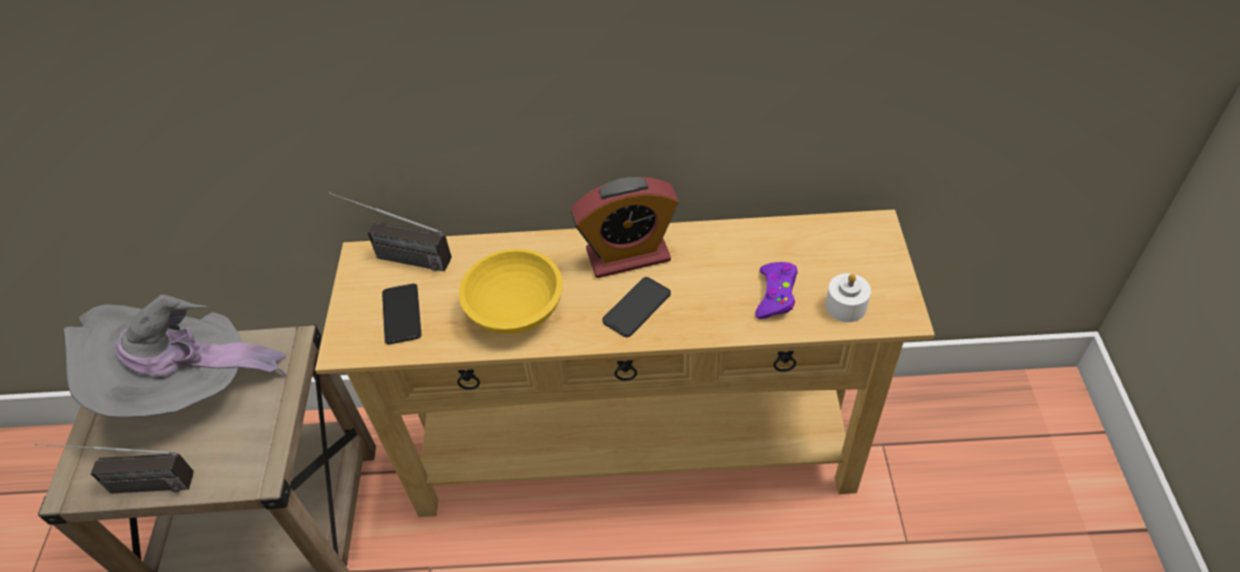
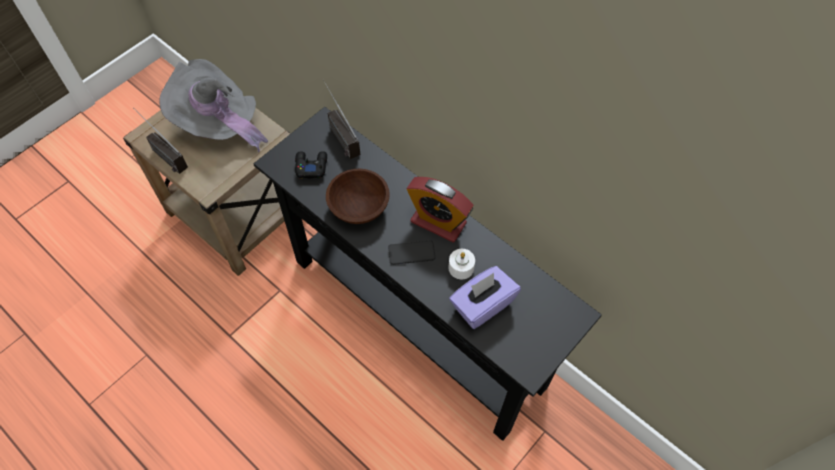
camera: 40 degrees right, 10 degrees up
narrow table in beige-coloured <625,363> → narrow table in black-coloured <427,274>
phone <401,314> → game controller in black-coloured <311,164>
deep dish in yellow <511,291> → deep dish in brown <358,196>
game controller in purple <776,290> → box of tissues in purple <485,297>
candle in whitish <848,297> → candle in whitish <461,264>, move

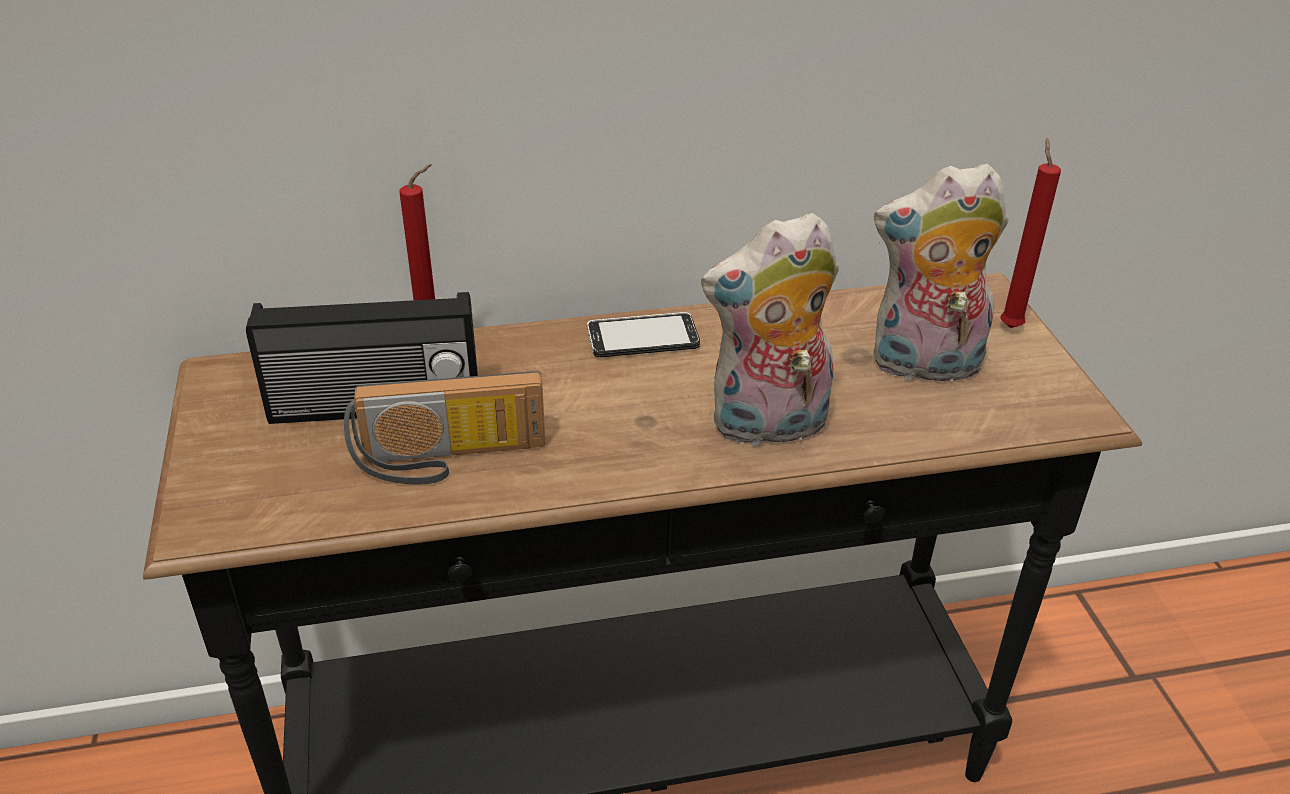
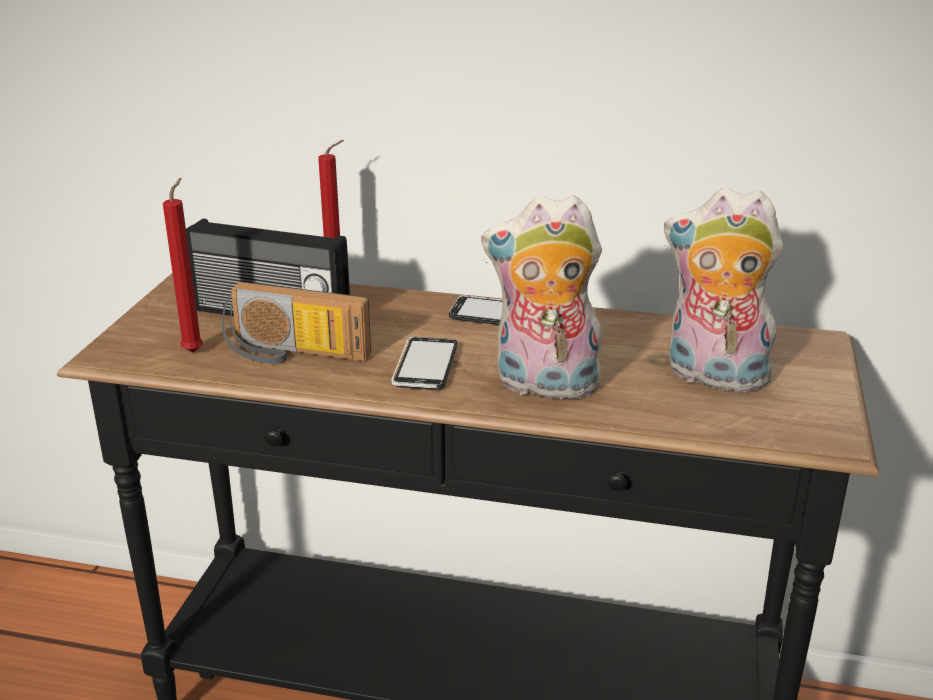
camera: 25 degrees right, 10 degrees down
candle in red <1030,233> → candle in red <183,265>, move
- → phone <424,363>

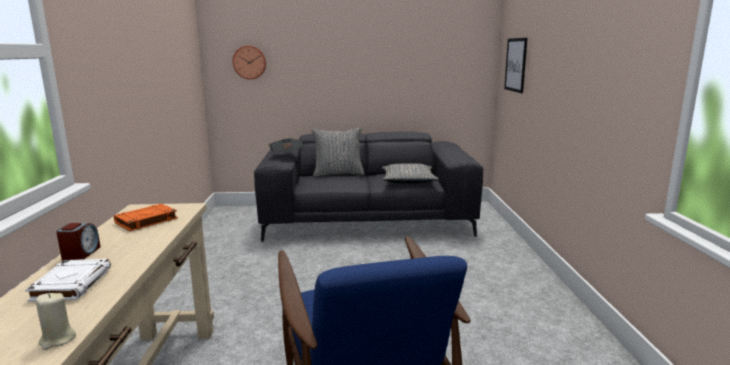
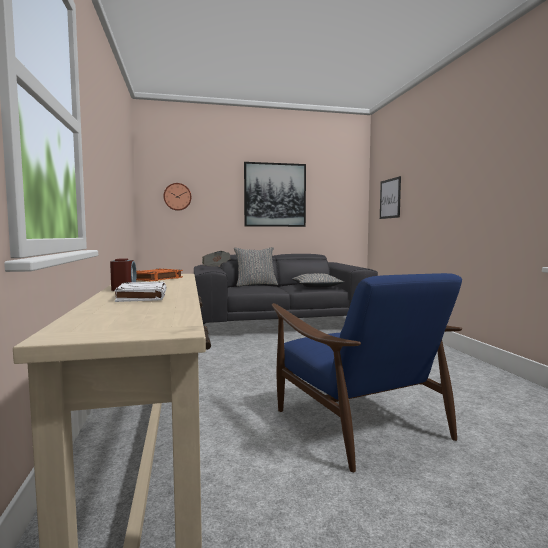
camera: 10 degrees left, 10 degrees down
candle in beige-coloured <56,321> → -
- → picture <275,194>

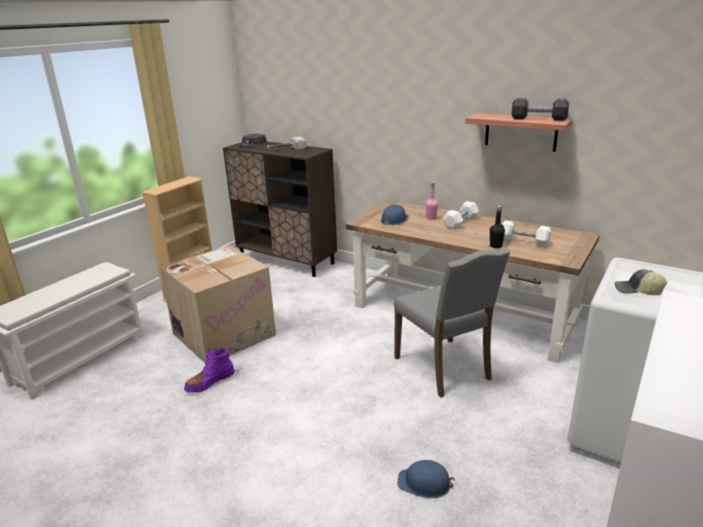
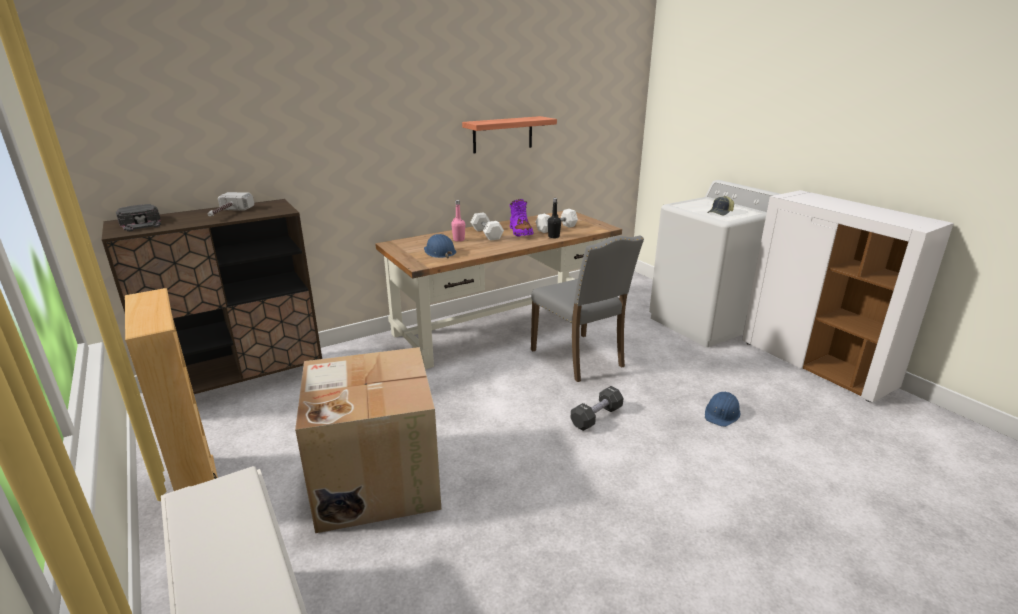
camera: 65 degrees left, 0 degrees up
boot in purple <209,370> → boot in purple <522,217>, move
upright chair in grey <452,323> → upright chair in grey <587,308>, 60 degrees clockwise
dumbbell in black-coloured <540,109> → dumbbell in black-coloured <597,408>, move

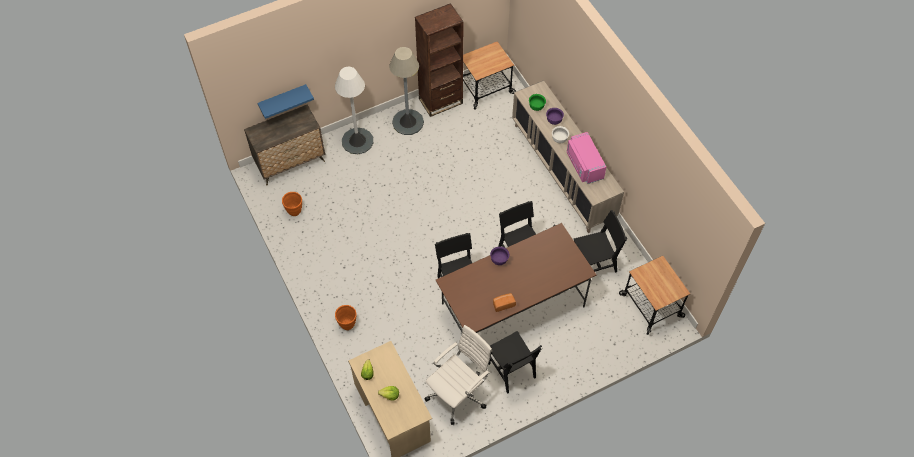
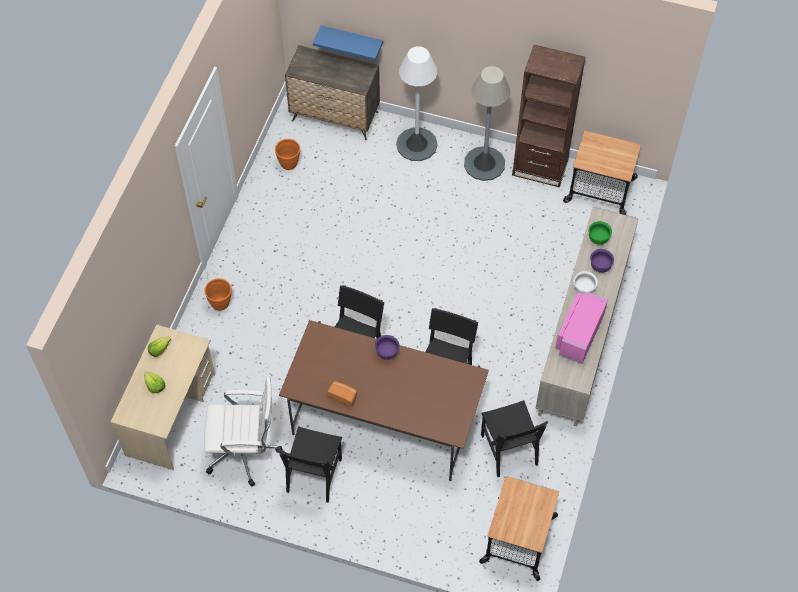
camera: 45 degrees right, 0 degrees up
upright chair in black-coloured <600,241> → upright chair in black-coloured <514,438>, 45 degrees clockwise

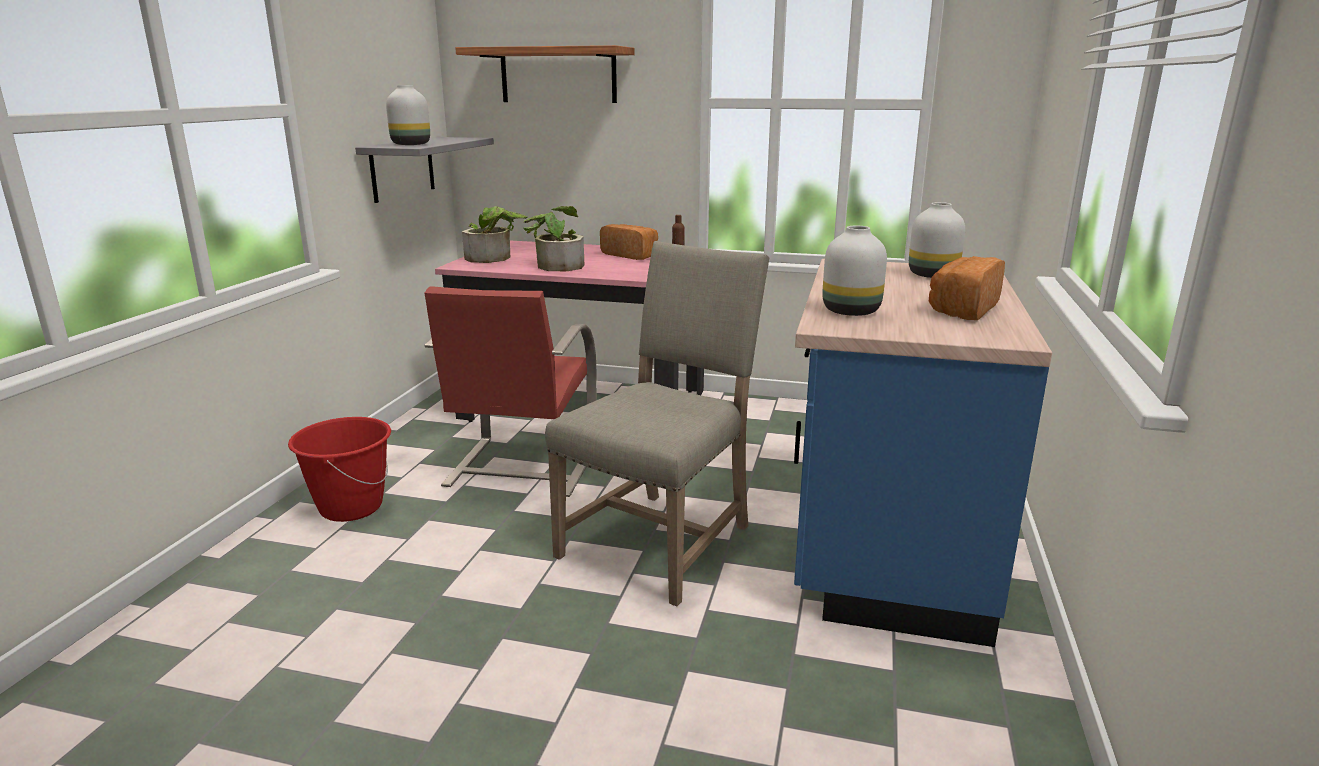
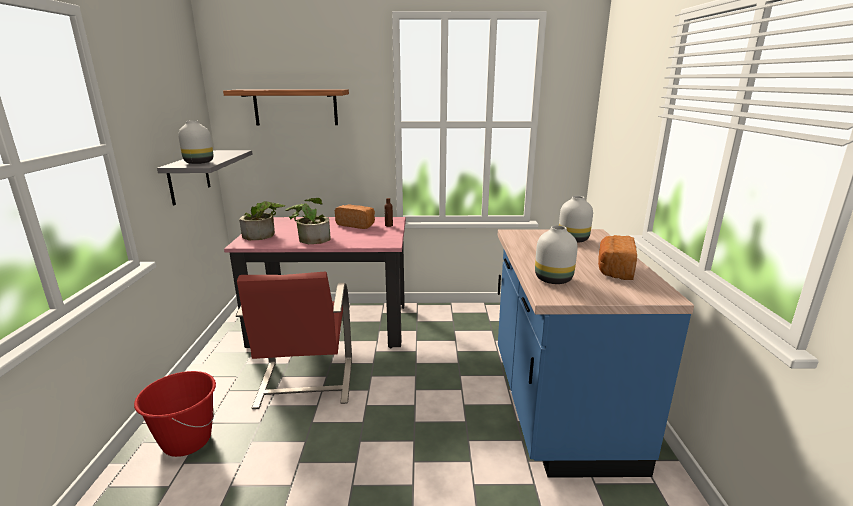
camera: 15 degrees left, 0 degrees up
upright chair in beige-coloured <657,423> → -

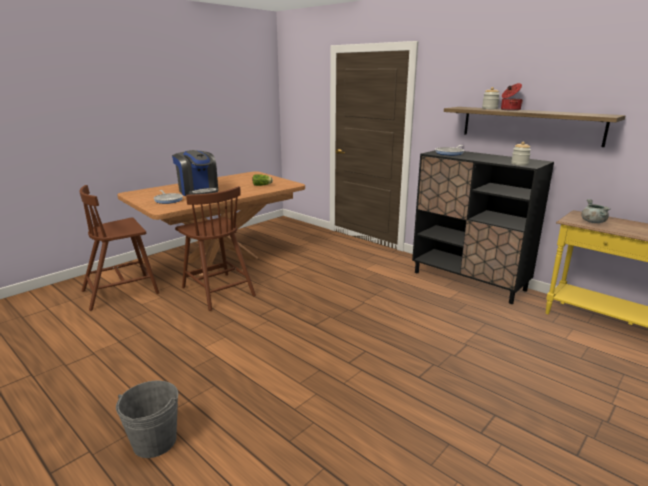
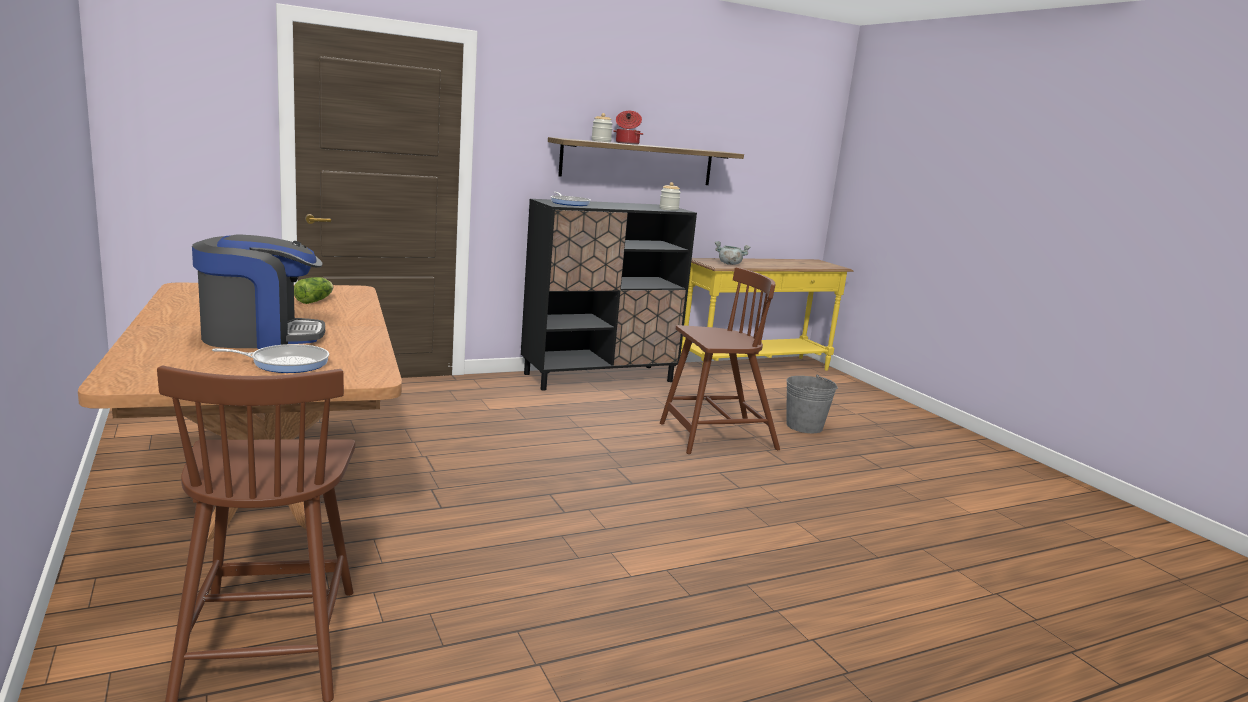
camera: 70 degrees left, 5 degrees down
bucket in grey <147,419> → bucket in grey <812,404>, move
upright chair in brown <215,248> → upright chair in brown <720,360>, move

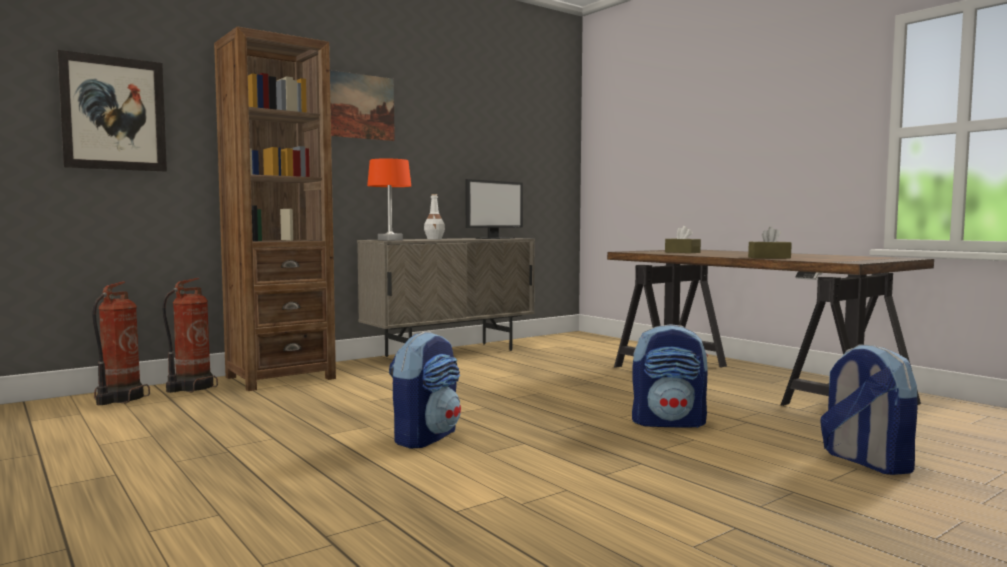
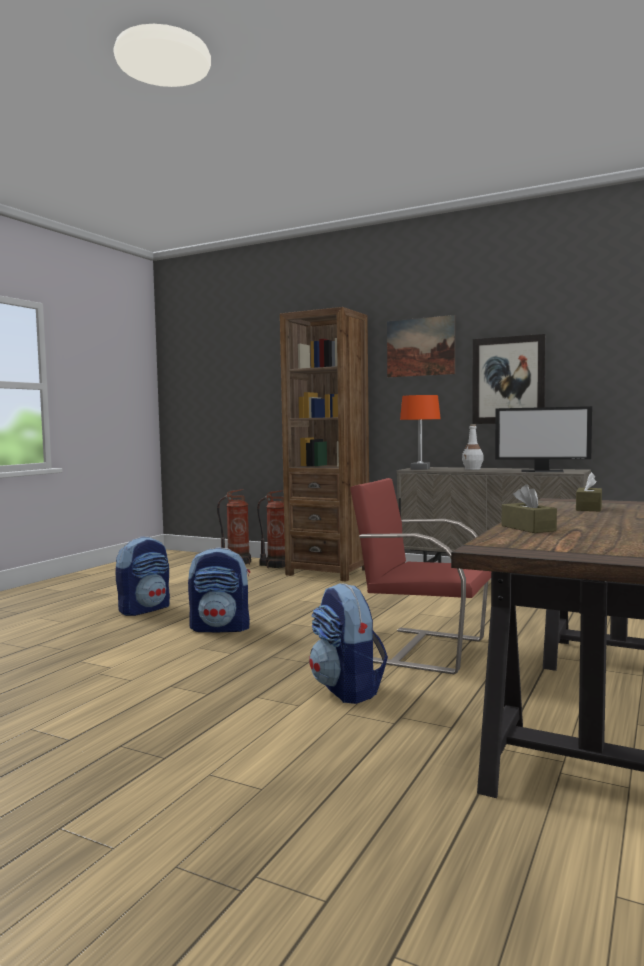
camera: 65 degrees right, 0 degrees up
picture <112,111> → picture <509,379>, move
knapsack <869,409> → knapsack <142,576>, move
- → upright chair in red <420,576>

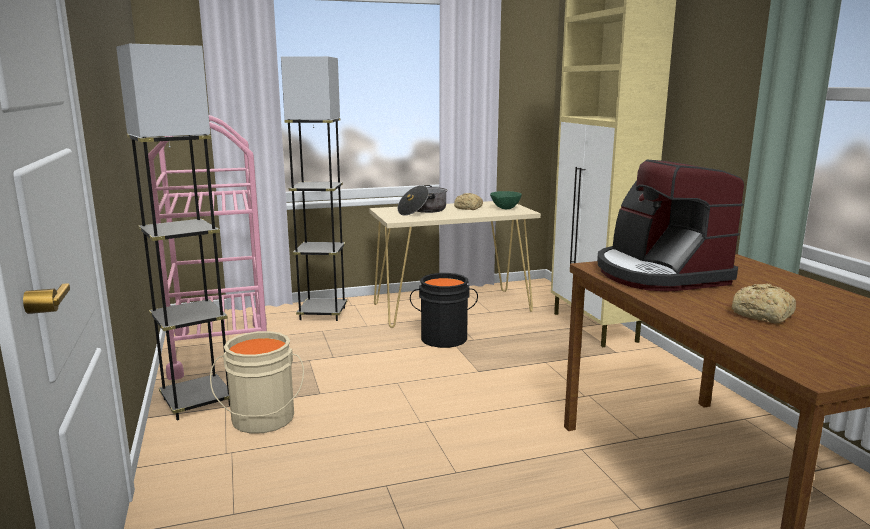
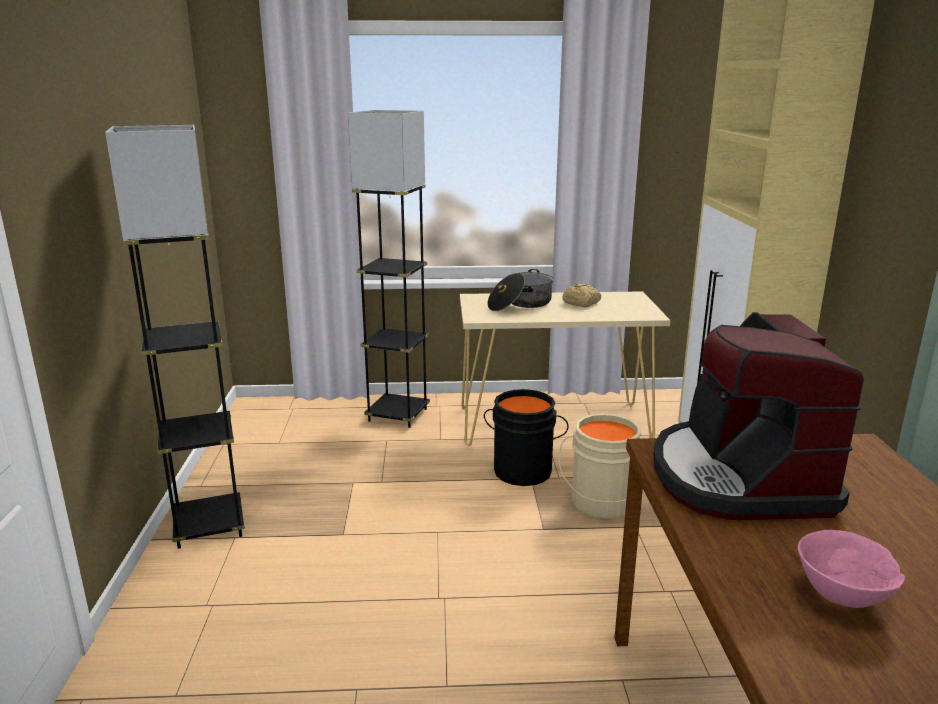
camera: 15 degrees right, 5 degrees up
trolley in pink <207,247> → -
bucket in beige-coloured <257,382> → bucket in beige-coloured <600,466>, move
deep dish in greenish <506,200> → -
bakery bread <764,303> → deep dish in pink <851,569>

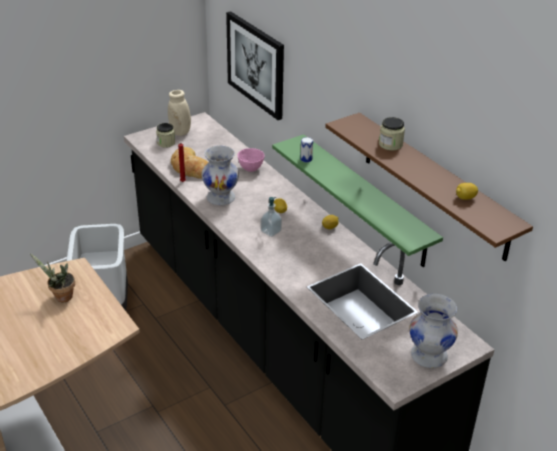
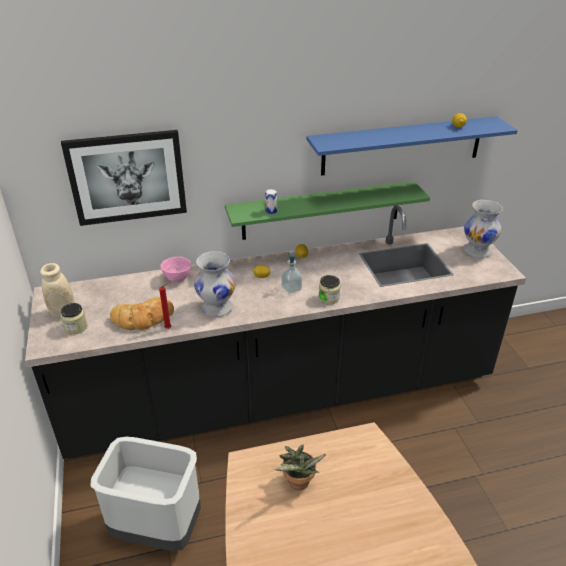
camera: 70 degrees left, 0 degrees up
bracket shelf in brown <429,187> → bracket shelf in blue-coloured <412,146>
jar <392,134> → jar <329,290>, move

